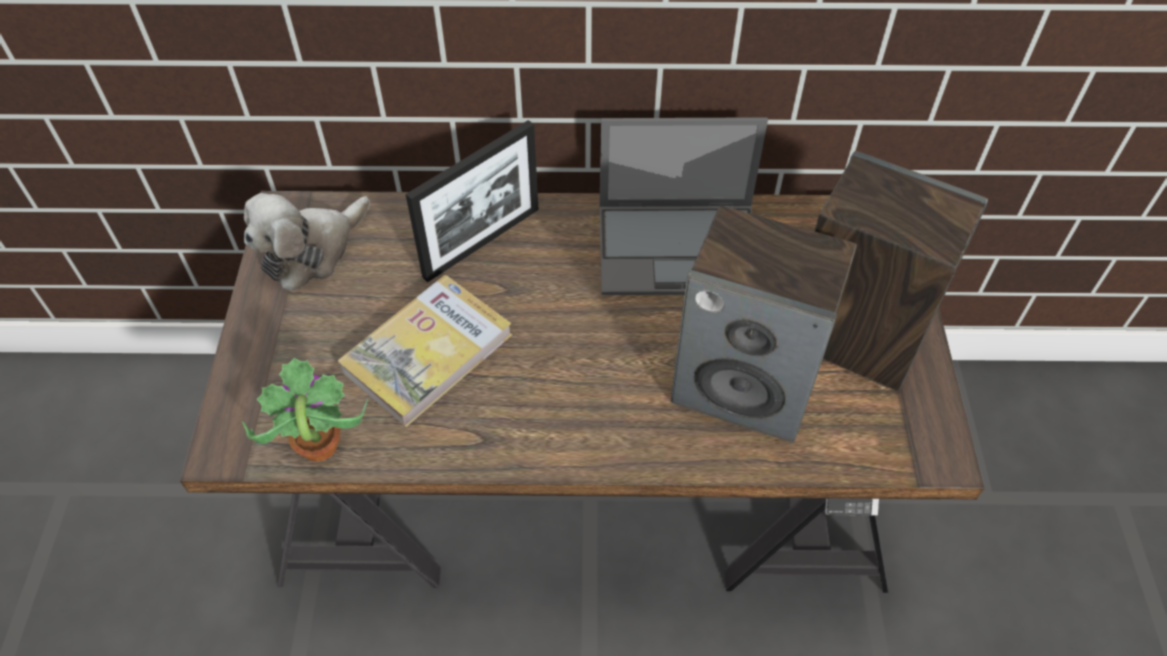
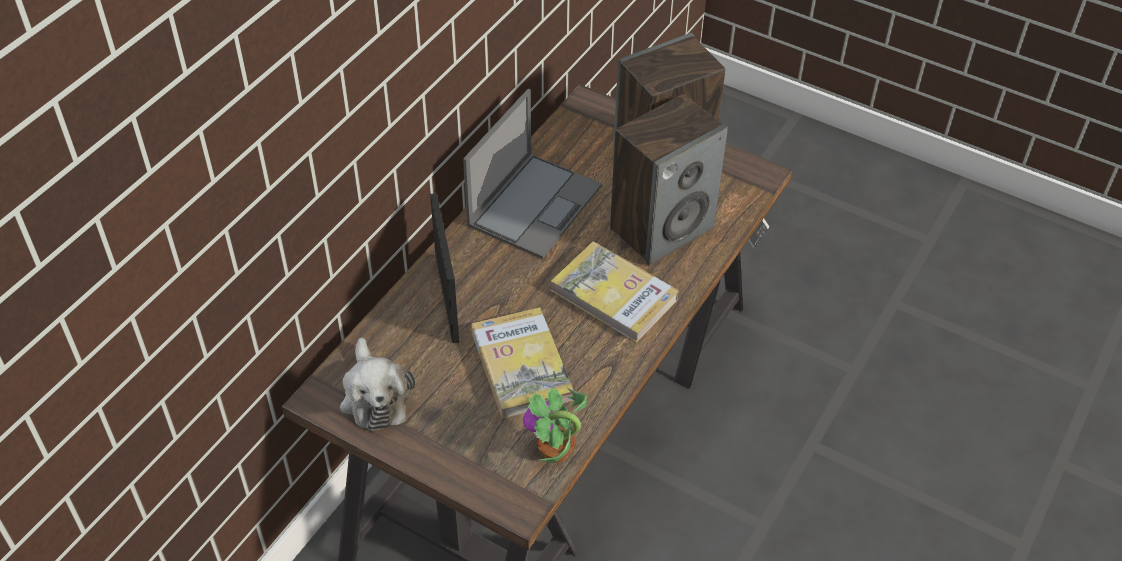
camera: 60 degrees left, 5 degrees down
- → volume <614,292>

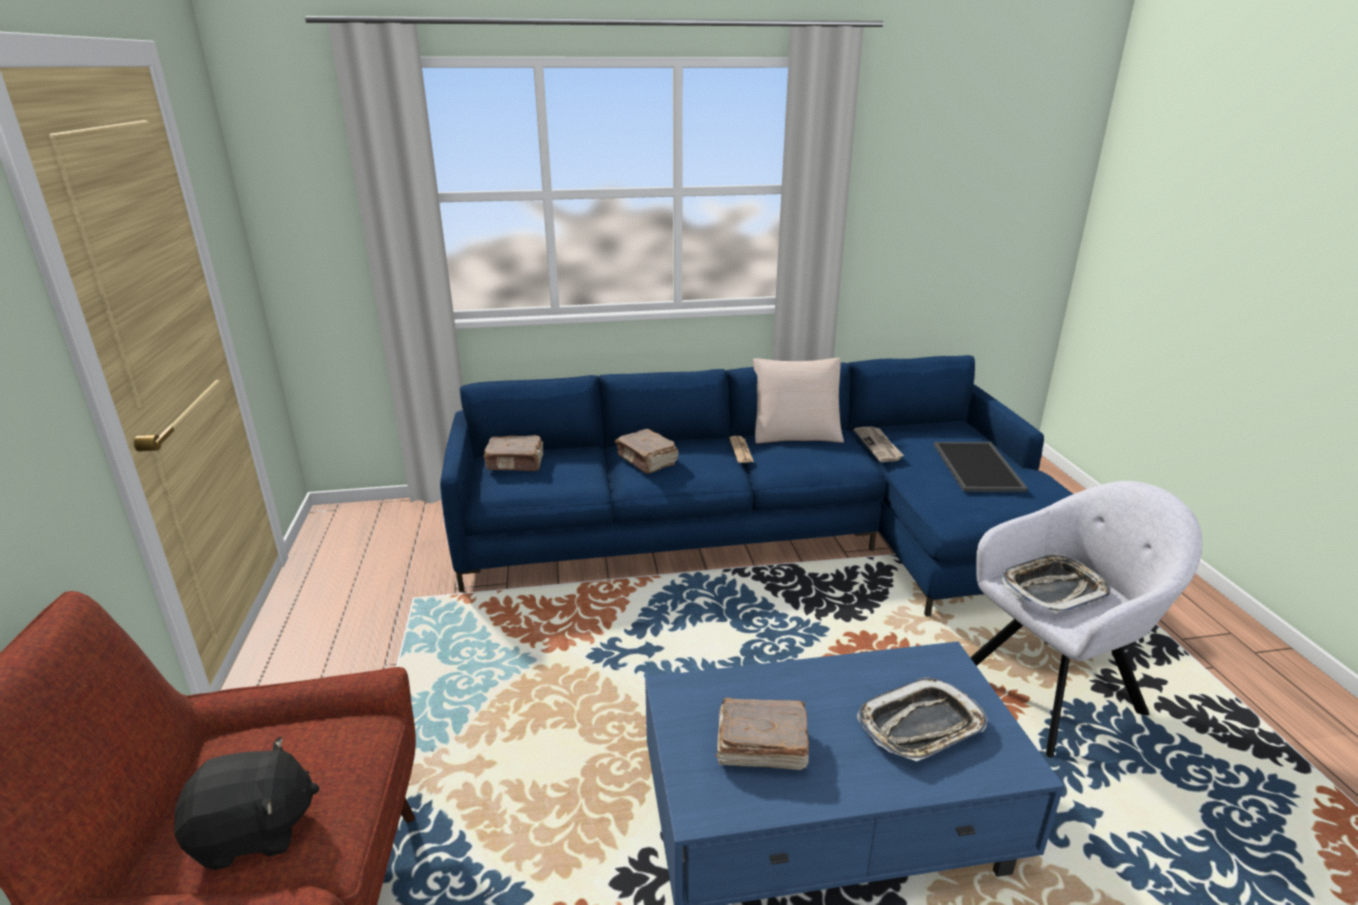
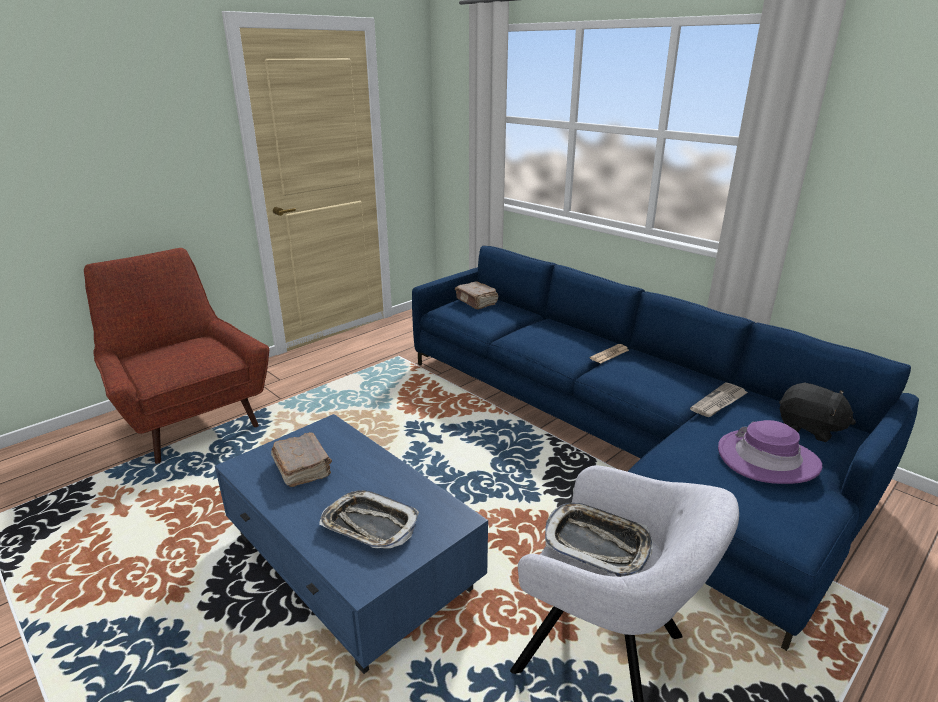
camera: 55 degrees right, 0 degrees up
plush toy in black-coloured <247,803> → plush toy in black-coloured <817,412>, move
volume in brown <647,451> → -
cushion in beige-coloured <798,400> → -
carrying tray <981,467> → wearable hat in purple <770,452>

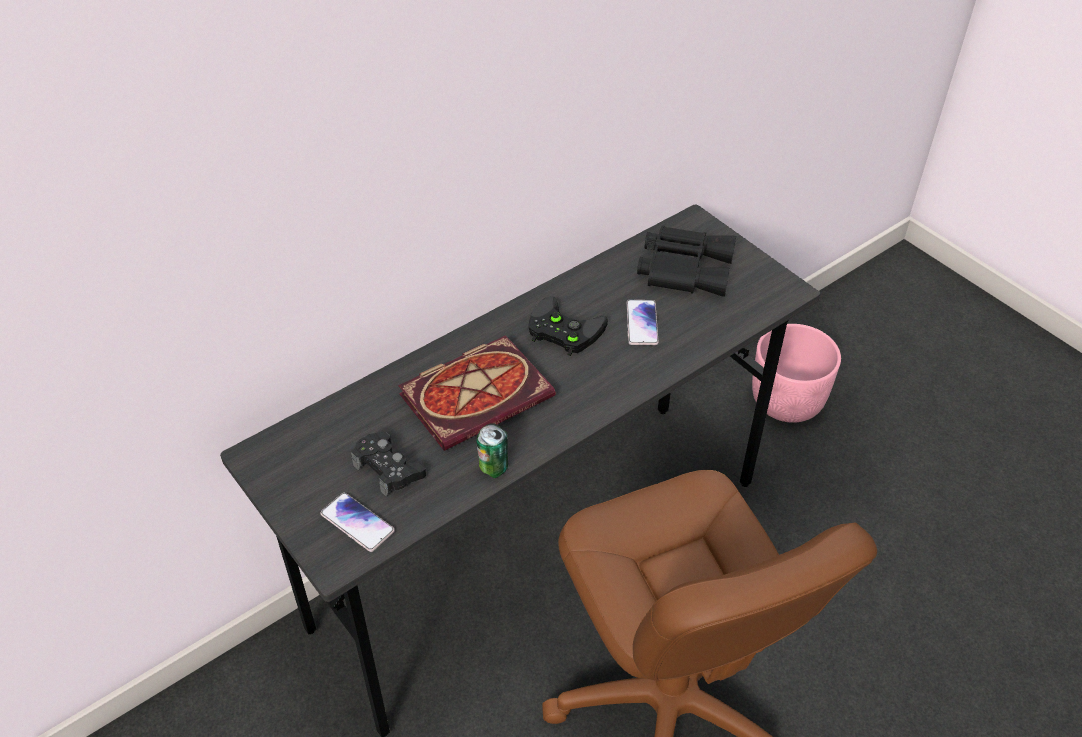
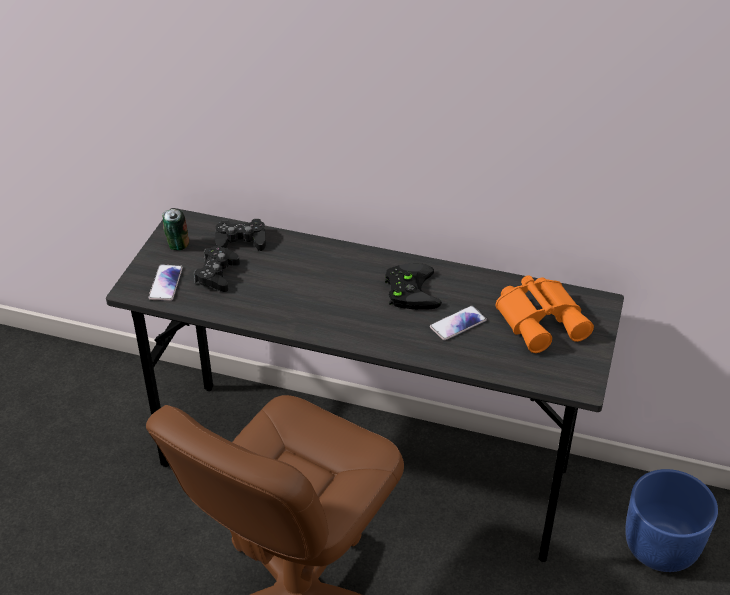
camera: 55 degrees right, 5 degrees down
volume <476,393> → -
metal can <492,450> → metal can <175,229>, move
binoculars in black-coloured <686,261> → binoculars in orange-coloured <545,314>
planter in pink <796,373> → planter in blue-coloured <671,520>
- → game controller in black-coloured <240,235>

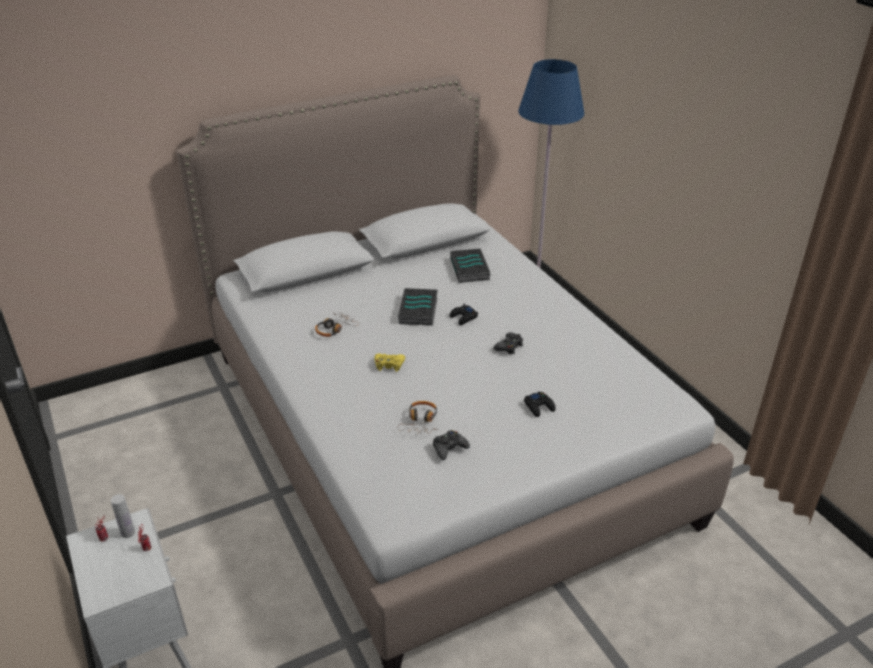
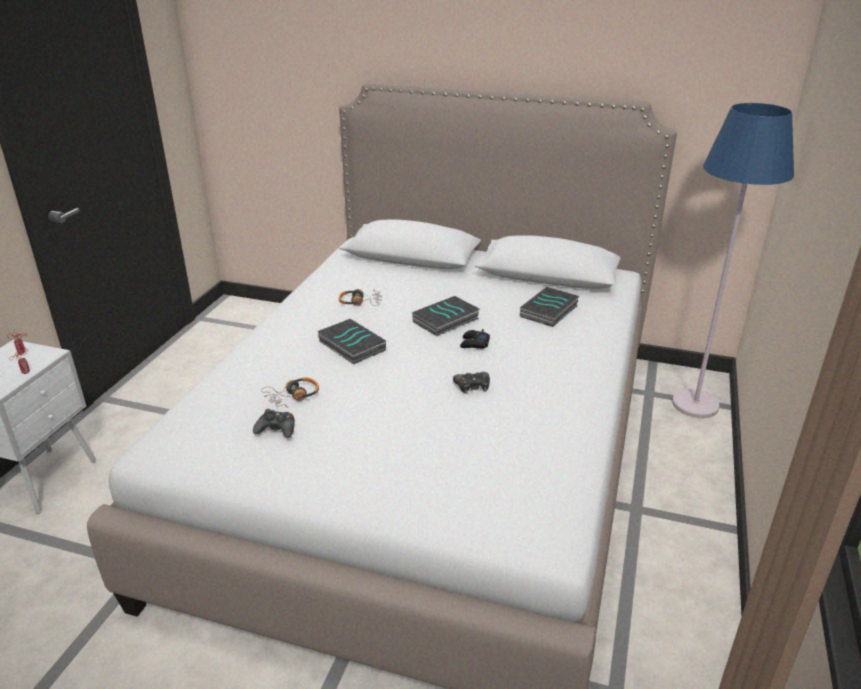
camera: 45 degrees right, 5 degrees down
drink bottle in whitish <123,516> → -
game controller in yellow <389,363> → volume <351,342>
game controller in black-coloured <540,404> → -

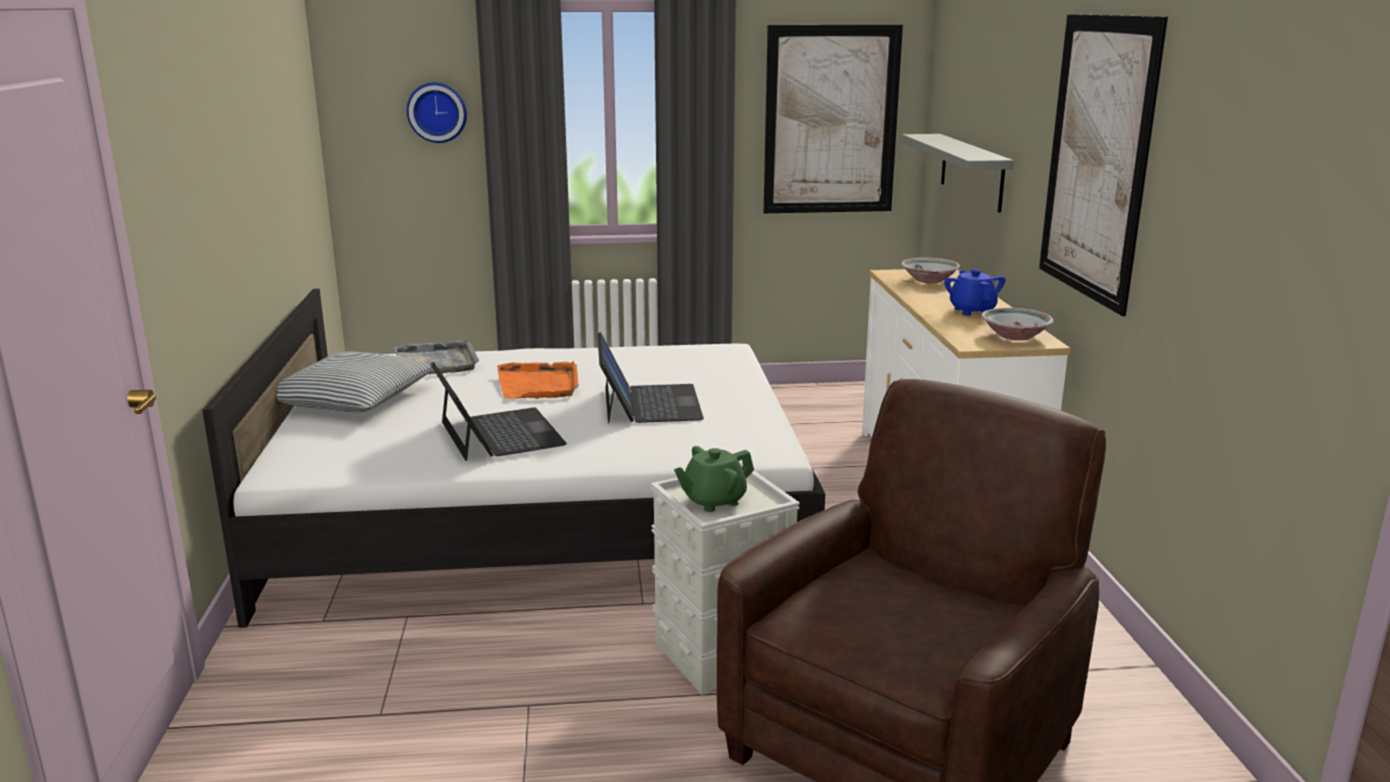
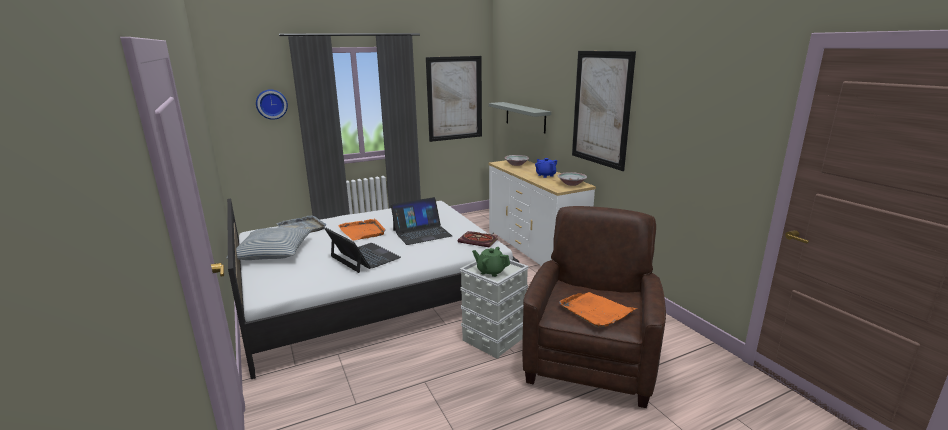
camera: 20 degrees left, 0 degrees up
notebook computer <650,377> → notebook computer <421,221>, 90 degrees clockwise
tea pot in greenish <714,479> → tea pot in greenish <491,262>, 75 degrees clockwise
- → volume <478,239>
- → carrying tray in orange-coloured <597,310>

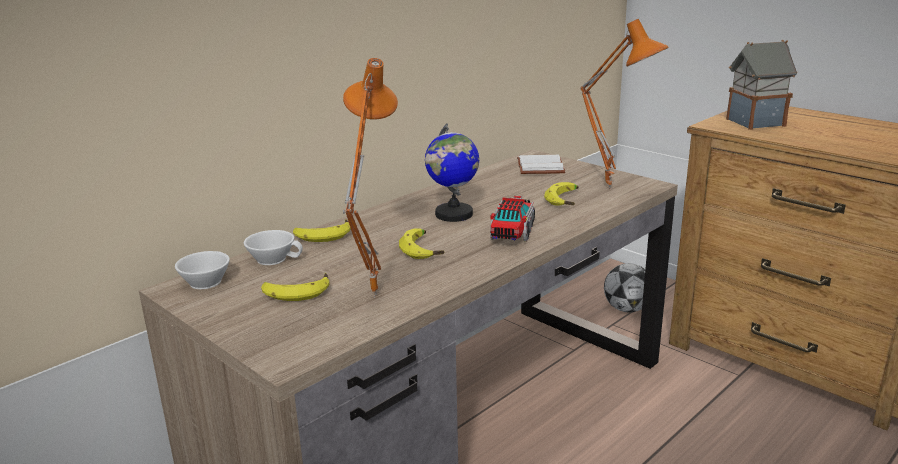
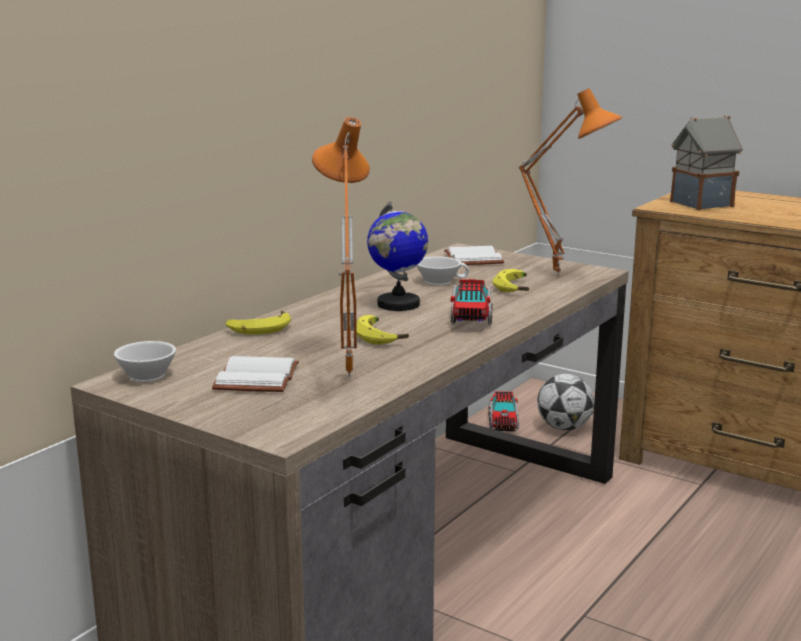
camera: 10 degrees left, 5 degrees down
small cup in whitish <273,247> → small cup in whitish <442,271>, move
banana <295,286> → volume in whitish <255,374>
- → model truck <504,411>

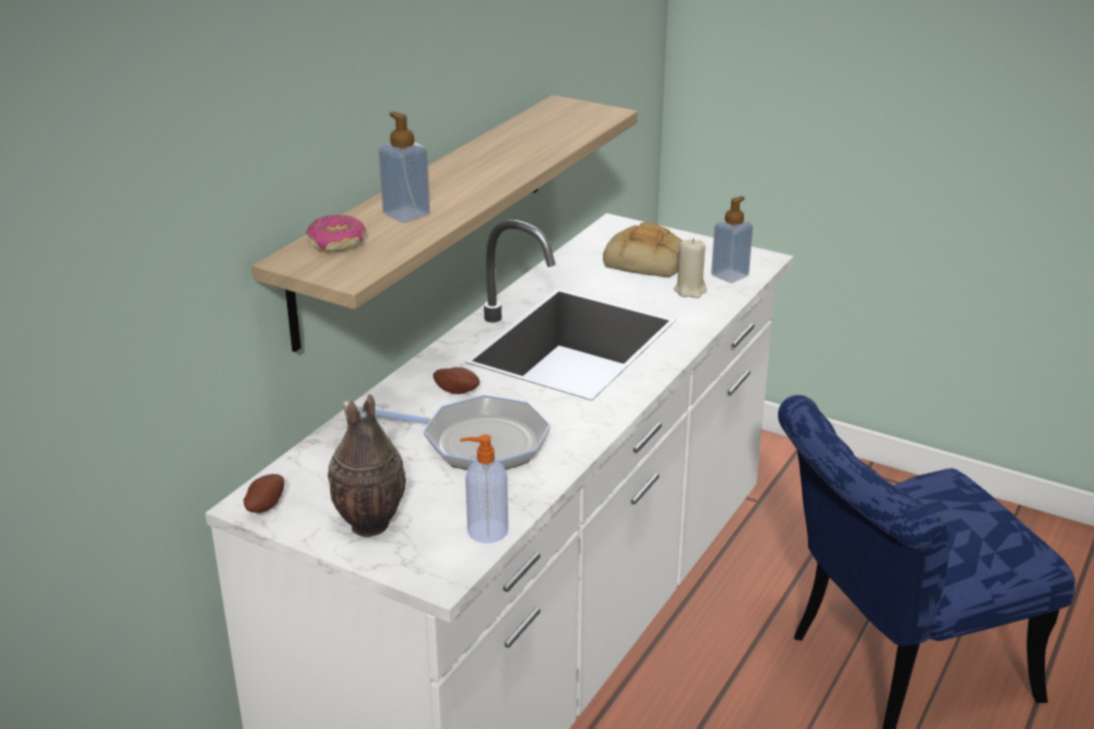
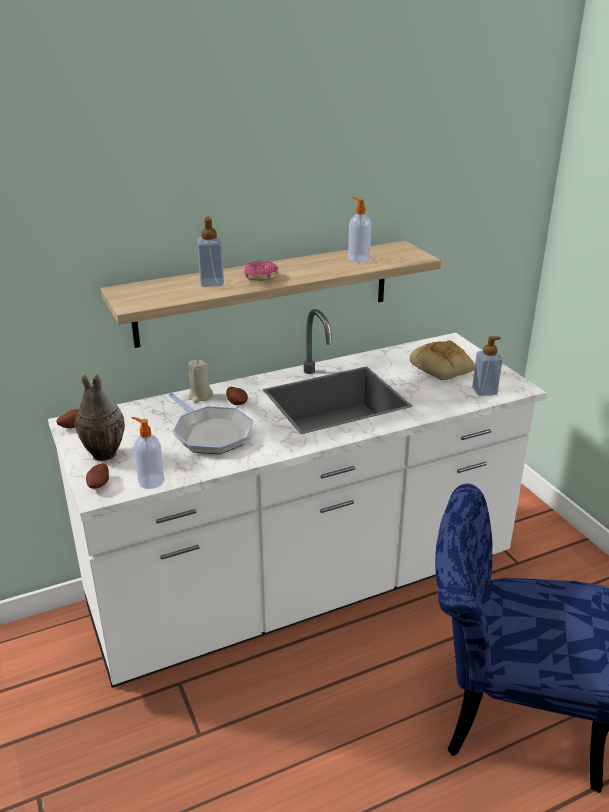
camera: 35 degrees right, 0 degrees up
ring doughnut <336,233> → ring doughnut <261,271>, move
candle in beige-coloured <690,268> → candle in beige-coloured <200,381>, move
- → spud <97,476>
- → liquid soap bottle <359,229>

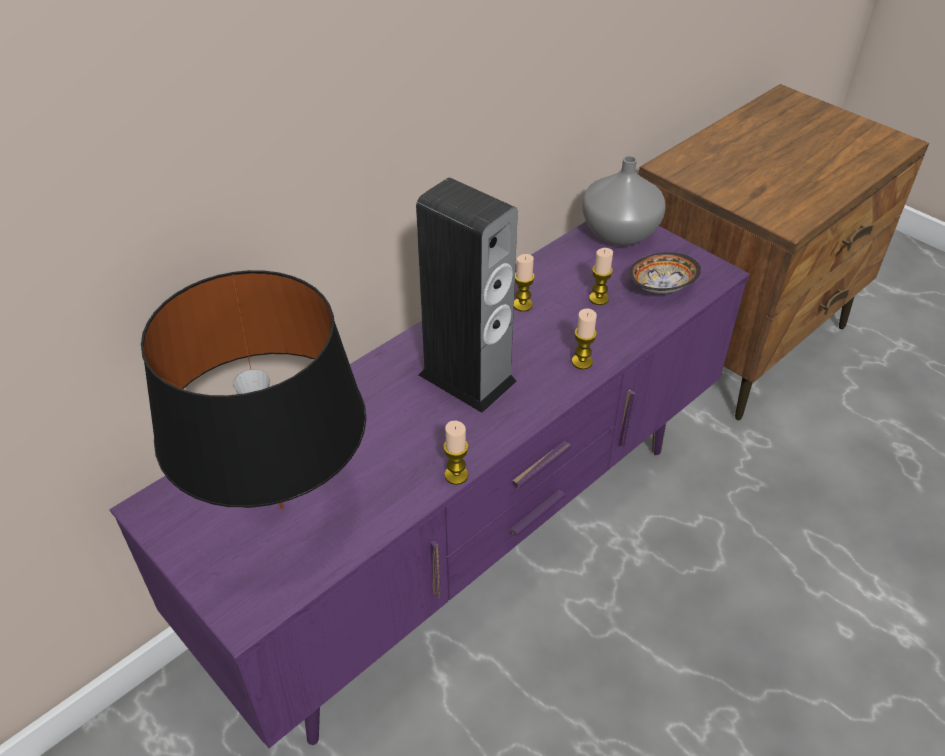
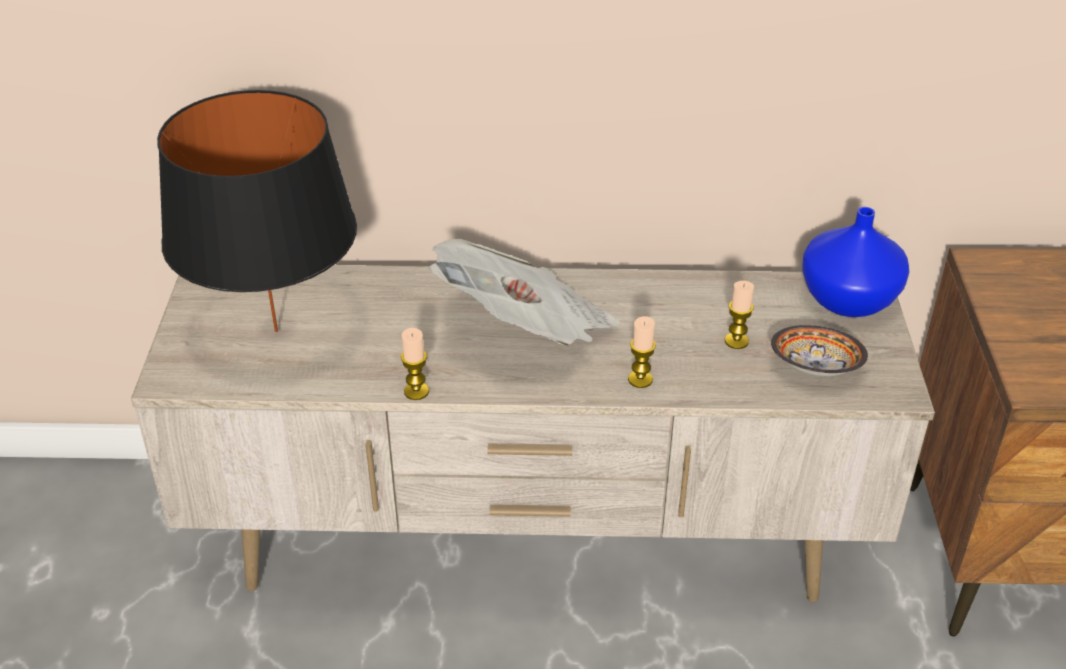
camera: 45 degrees right, 5 degrees down
media console in purple <429,485> → media console in beige-coloured <533,433>
audio speaker <467,295> → printed paper <525,292>
candle <524,283> → -
vase in grey <624,201> → vase in blue-coloured <855,262>

